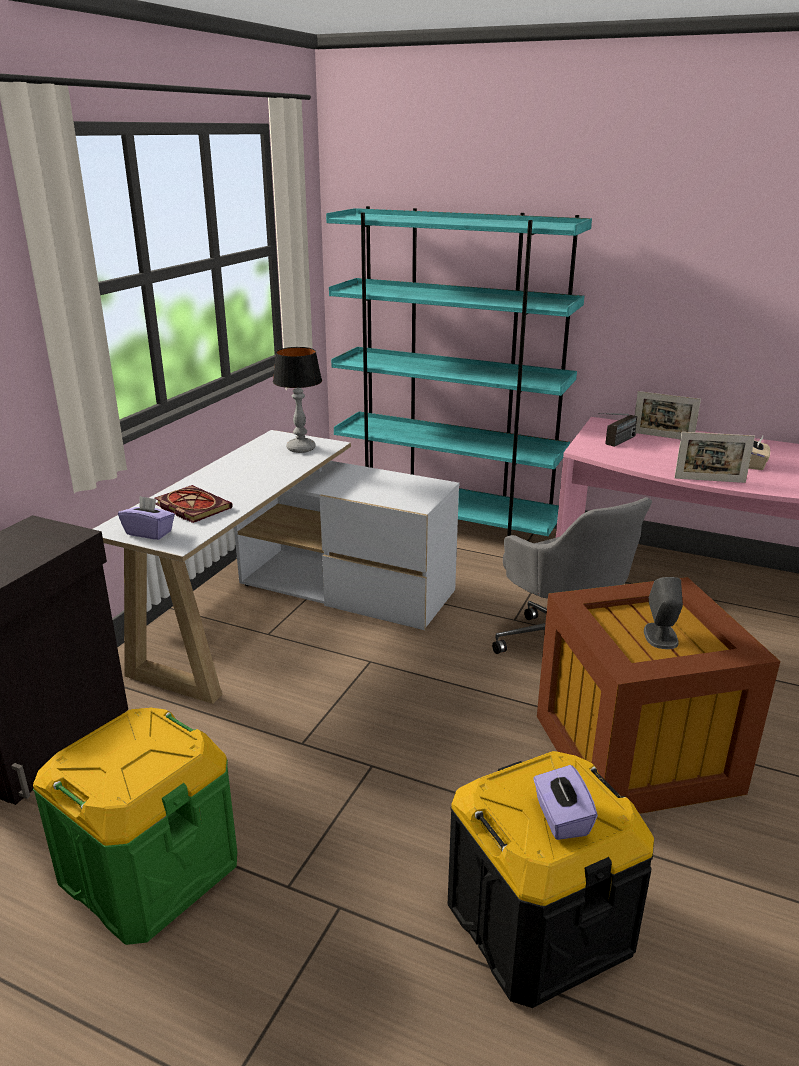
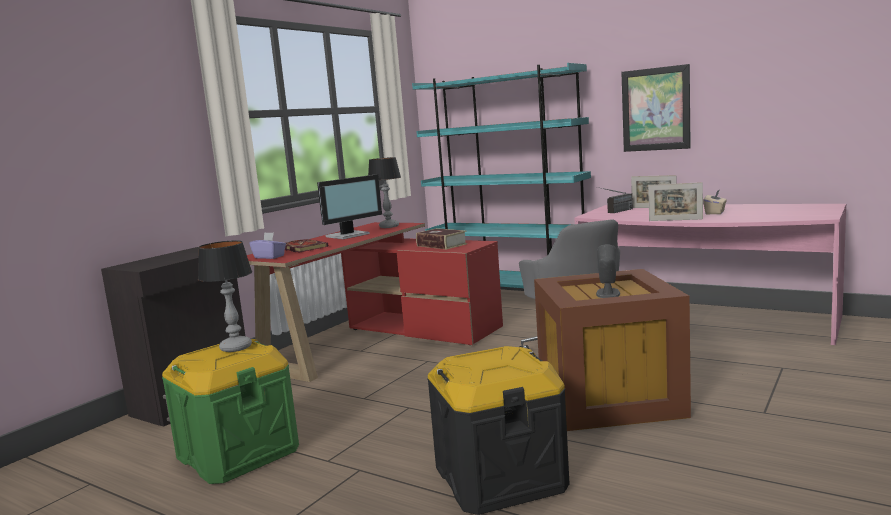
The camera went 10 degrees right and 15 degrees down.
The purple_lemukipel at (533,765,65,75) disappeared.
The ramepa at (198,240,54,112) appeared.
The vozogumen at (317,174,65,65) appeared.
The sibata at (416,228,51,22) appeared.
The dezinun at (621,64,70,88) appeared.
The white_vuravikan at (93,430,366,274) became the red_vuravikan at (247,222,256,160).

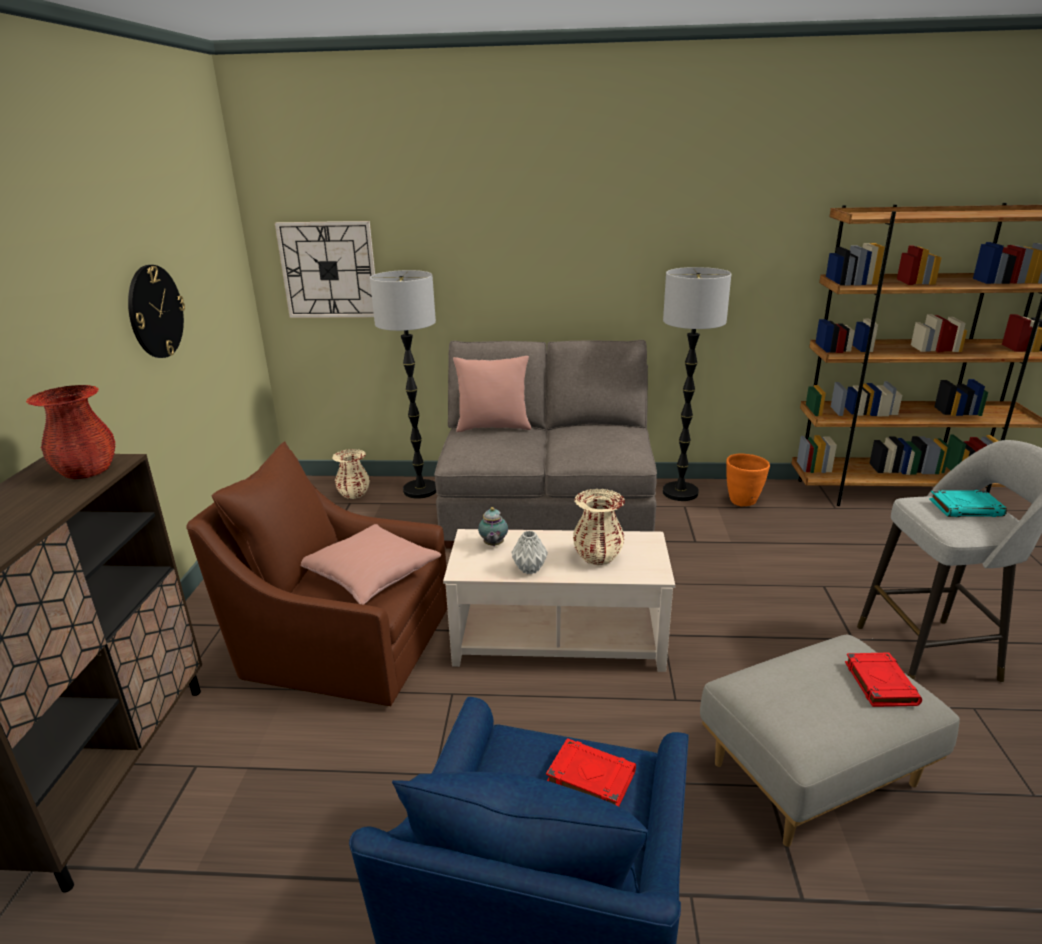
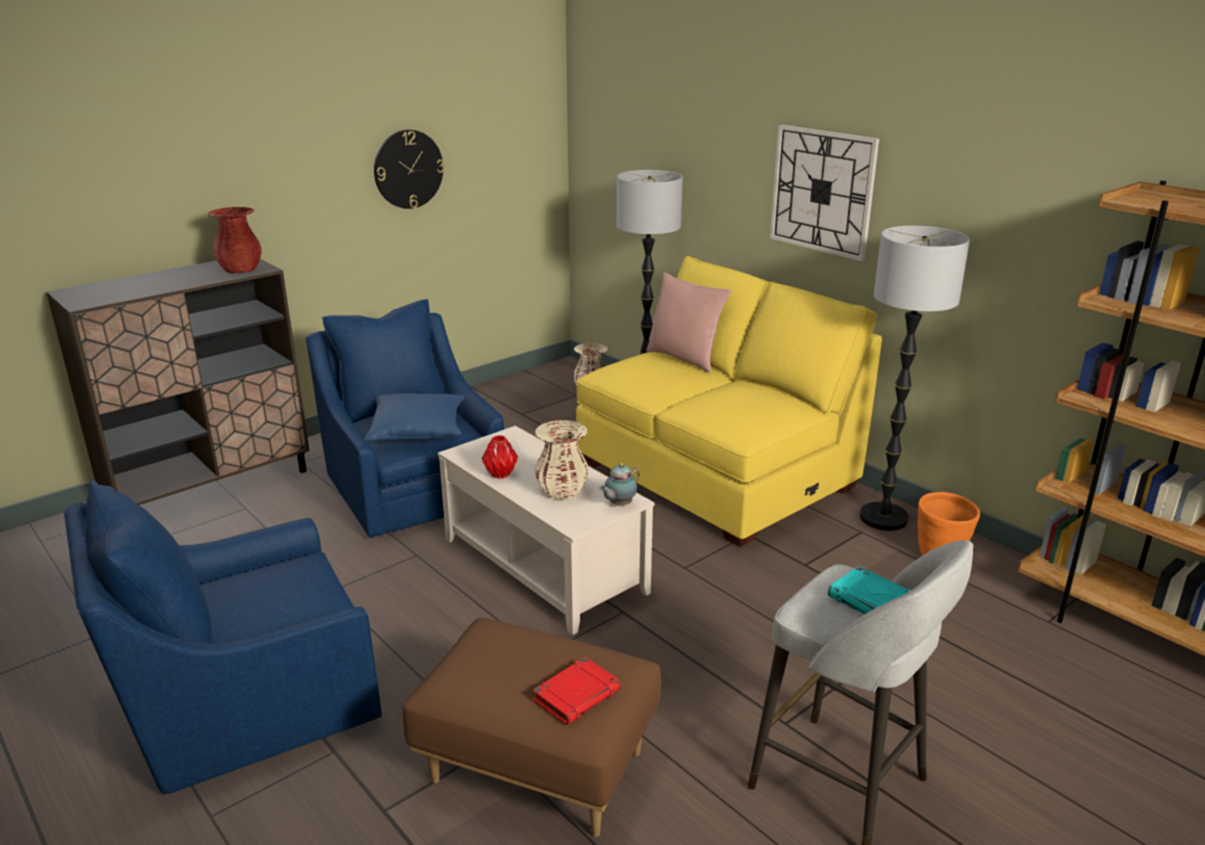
The camera went 45 degrees right and 0 degrees up.
The red_sibata at (546,738,90,69) disappeared.
The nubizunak moved from (275,221,100,97) to (770,125,109,137).
The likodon moved from (478,507,30,39) to (599,463,41,43).
The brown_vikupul at (186,441,261,266) became the blue_vikupul at (305,299,199,239).
The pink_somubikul at (301,524,140,81) became the blue_somubikul at (364,393,101,48).
The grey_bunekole at (434,340,223,209) became the yellow_bunekole at (576,256,306,291).
The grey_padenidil at (511,530,37,44) became the red_padenidil at (482,435,36,44).
The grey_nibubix at (700,635,260,212) became the brown_nibubix at (403,618,258,219).

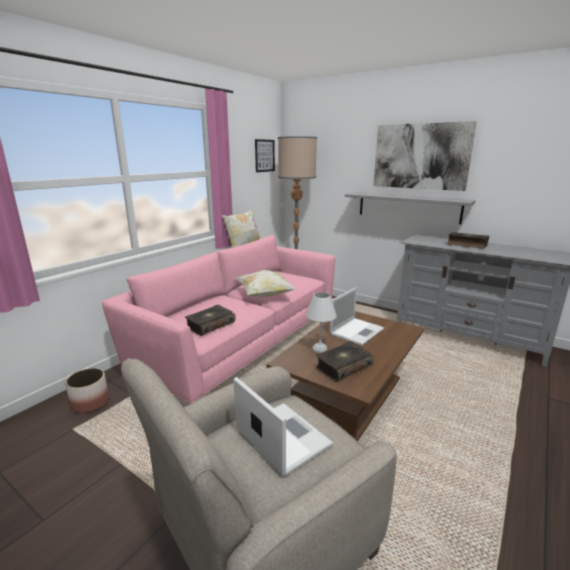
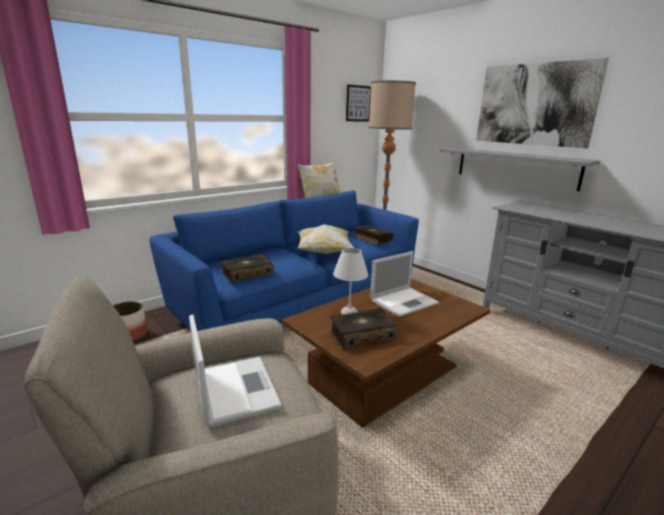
The camera went 15 degrees right and 0 degrees up.
The sibata moved from (447,232,42,17) to (354,225,39,20).
The pink_bunekole at (102,235,233,168) became the blue_bunekole at (149,191,270,140).

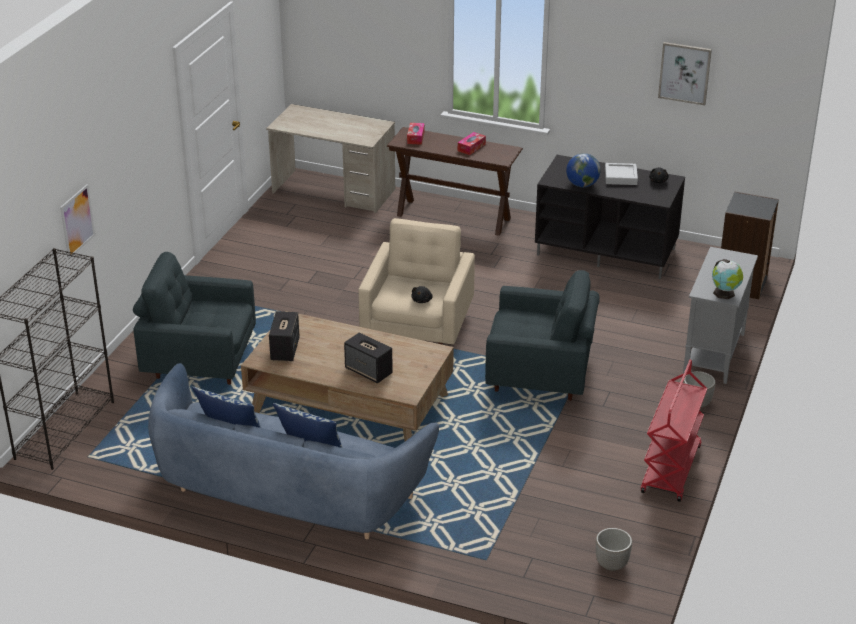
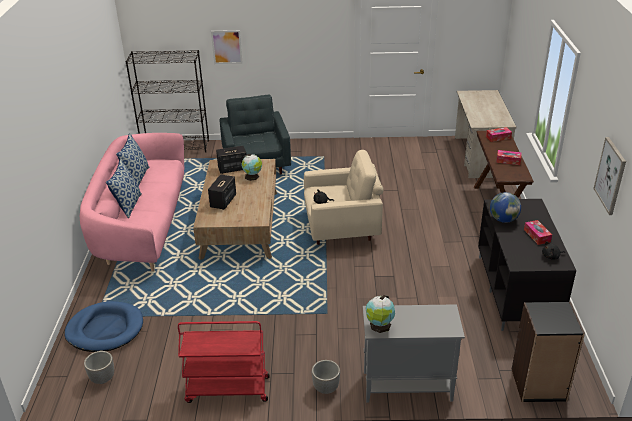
The camera went 70 degrees right and 0 degrees up.
The grey_vikupul at (485,270,115,131) disappeared.
The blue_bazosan at (65,301,78,51) appeared.
The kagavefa at (241,154,21,27) appeared.
The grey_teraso at (605,163,33,22) was replaced by the lemukipel at (524,220,28,25).
The blue_bunekole at (148,363,291,176) became the pink_bunekole at (80,133,104,138).

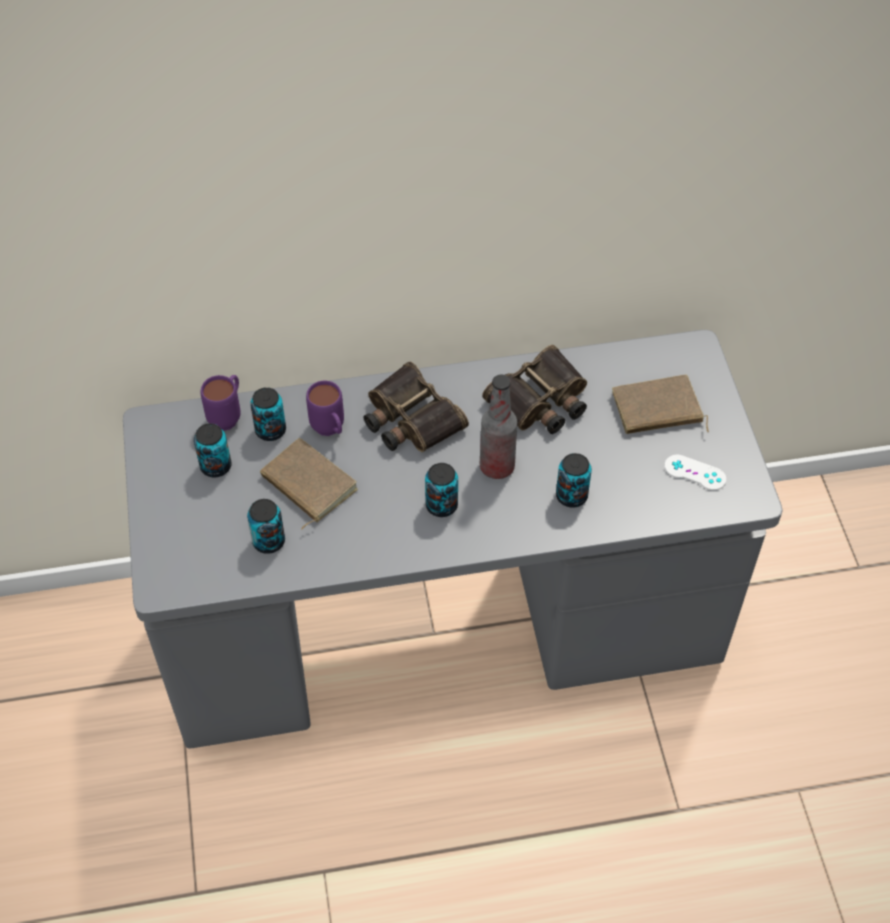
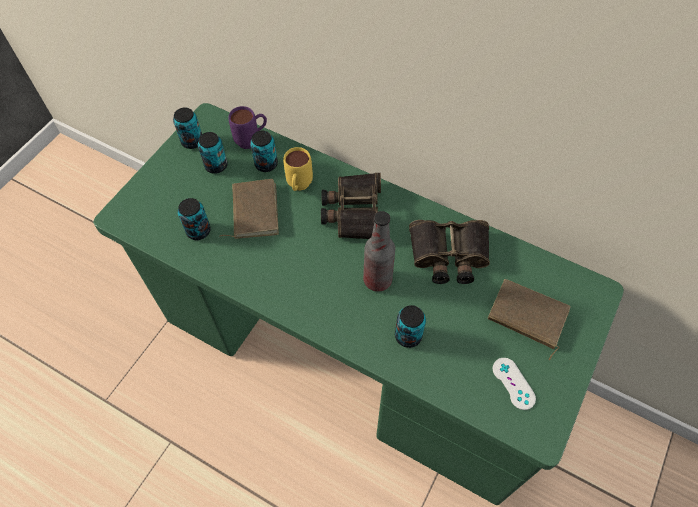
The camera went 40 degrees right and 5 degrees up.
The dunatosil moved from (425,463,33,54) to (173,107,29,42).
The grey_vuravikan at (123,330,660,418) became the green_vuravikan at (93,103,531,402).
The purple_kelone at (306,381,38,55) became the yellow_kelone at (283,147,30,44).

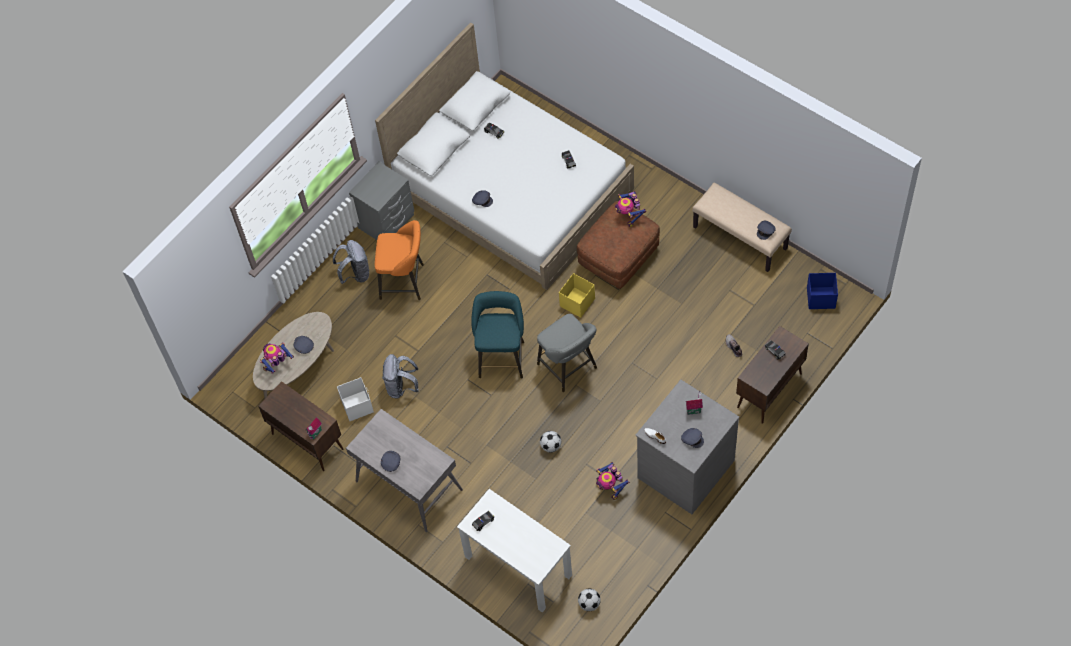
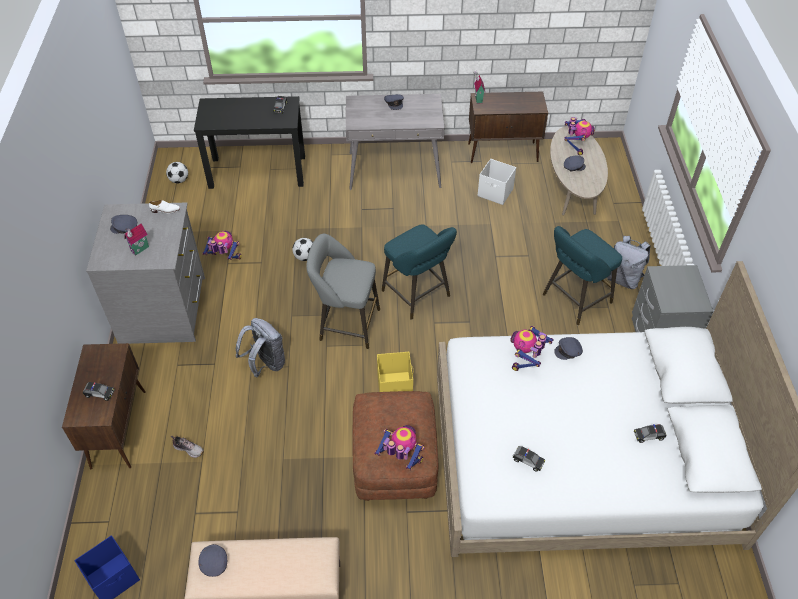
The camera went 135 degrees right and 10 degrees down.
The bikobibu at (510,326,44,45) appeared.
The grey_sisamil moved from (382,354,37,45) to (236,318,49,59).
The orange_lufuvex at (375,220,49,80) became the turquoise_lufuvex at (543,226,79,99).
The white_vuravikan at (457,489,115,124) became the black_vuravikan at (194,96,111,93).

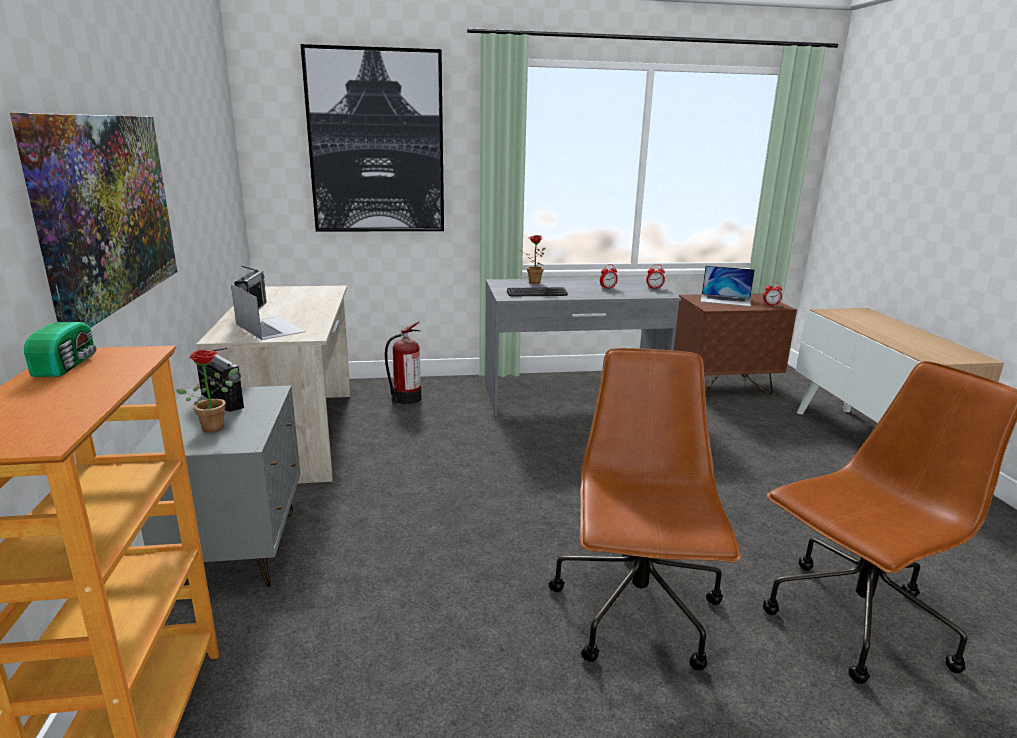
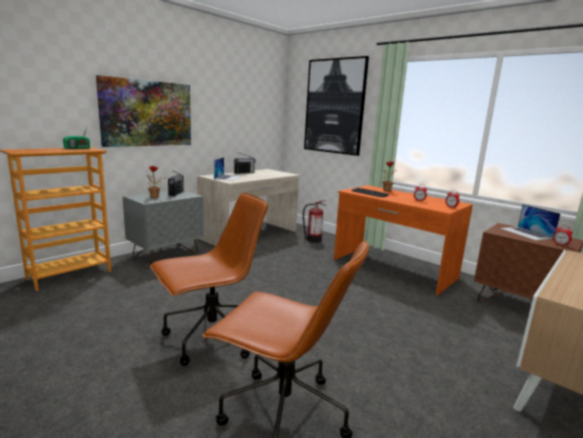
The camera went 50 degrees right and 5 degrees down.
The grey_vuravikan at (485,277,196,140) became the orange_vuravikan at (334,185,139,110).

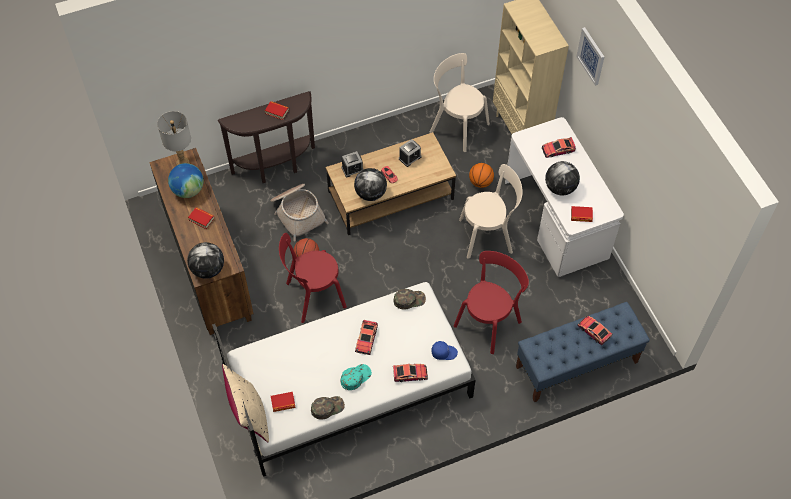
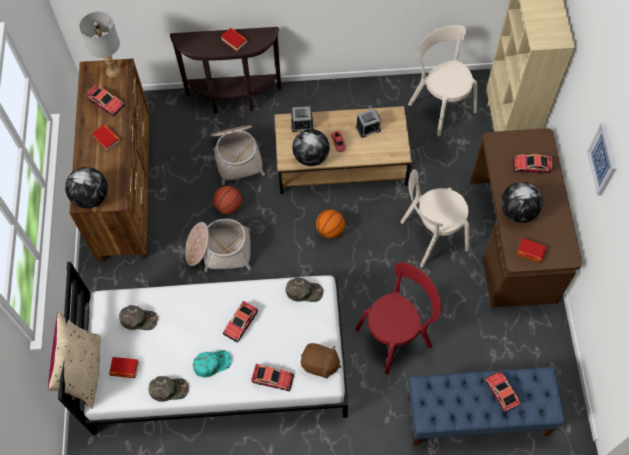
The camera went 20 degrees right and 5 degrees up.
The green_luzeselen at (119,305,39,25) appeared.
The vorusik moved from (469,163,25,25) to (316,209,29,30).
The dezinun moved from (576,27,28,59) to (587,123,30,72).
The kagavefa at (168,163,36,35) was replaced by the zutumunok at (86,85,39,32).
The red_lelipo at (279,233,68,90) was replaced by the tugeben at (185,219,66,53).
The blue_luzeselen at (431,341,27,19) was replaced by the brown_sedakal at (301,343,40,35).
The white_vuravikan at (505,117,119,160) became the brown_vuravikan at (470,128,112,180).
The beige_lelipo at (459,164,64,95) turned 150 degrees clockwise.

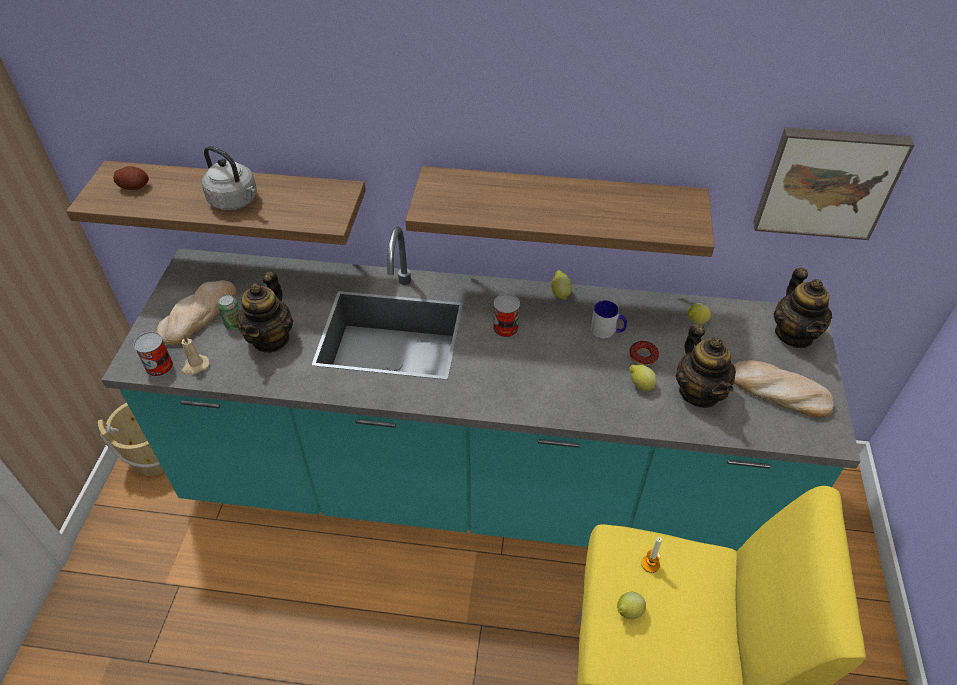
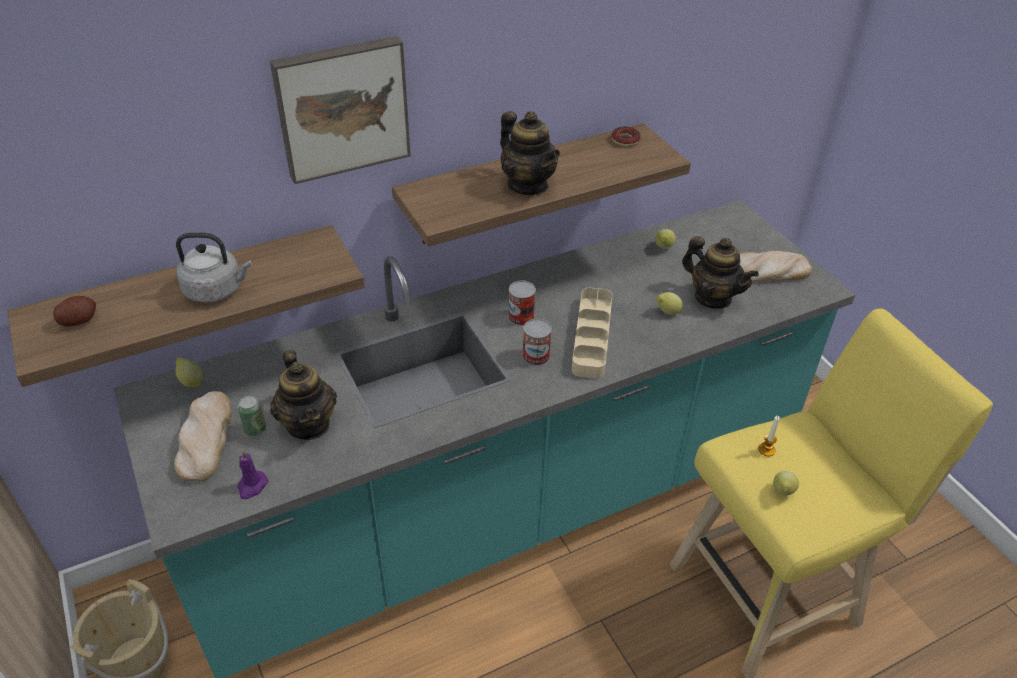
The camera went 35 degrees left and 5 degrees down.
The kelone at (591,300,36,39) disappeared.
The beige_teraso at (571,287,42,92) appeared.
The dunatosil moved from (134,332,39,45) to (522,319,30,47).
The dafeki moved from (551,270,21,30) to (175,357,28,30).
The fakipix moved from (629,341,30,25) to (612,127,29,20).
The dezinun moved from (753,127,161,113) to (270,36,141,148).
The likodon moved from (774,268,58,80) to (500,111,60,84).
The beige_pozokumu at (181,334,29,41) became the purple_pozokumu at (237,450,31,49).

